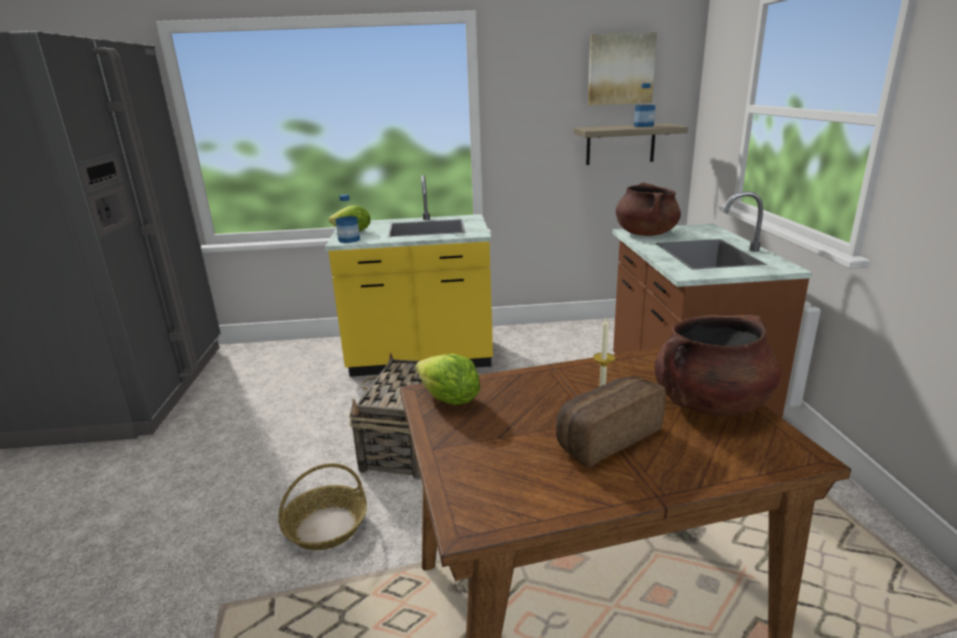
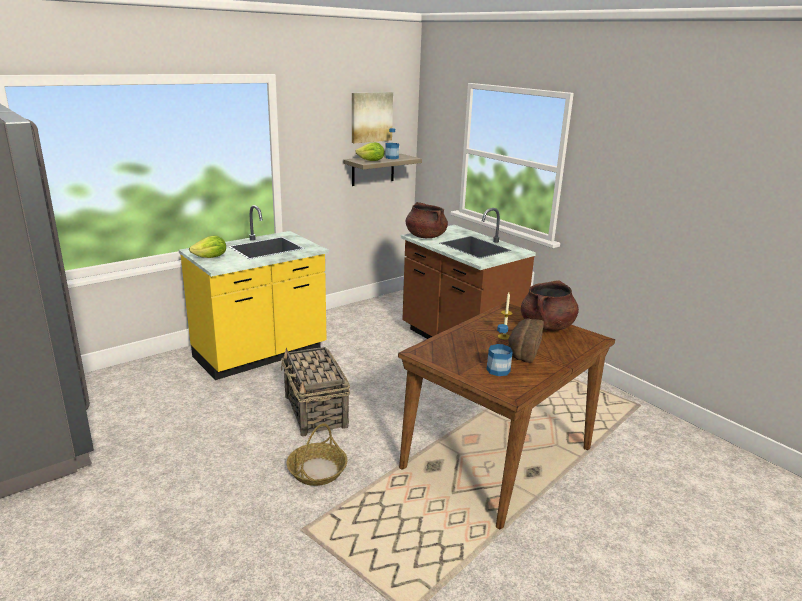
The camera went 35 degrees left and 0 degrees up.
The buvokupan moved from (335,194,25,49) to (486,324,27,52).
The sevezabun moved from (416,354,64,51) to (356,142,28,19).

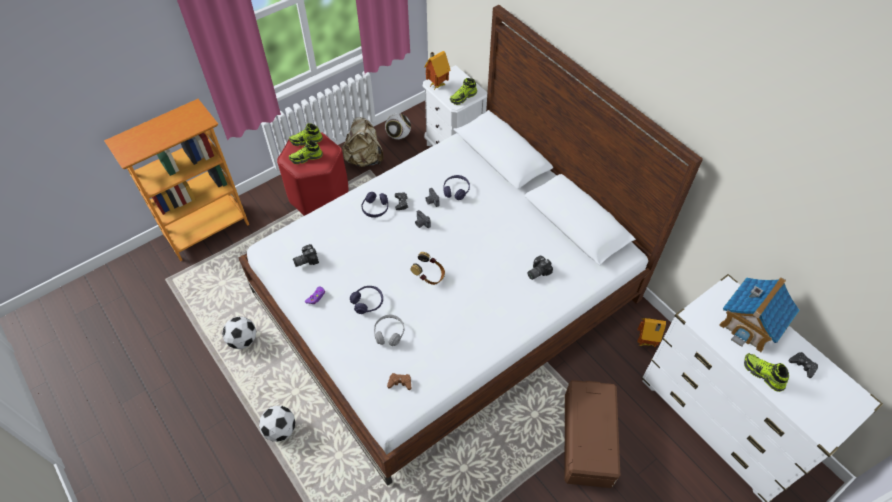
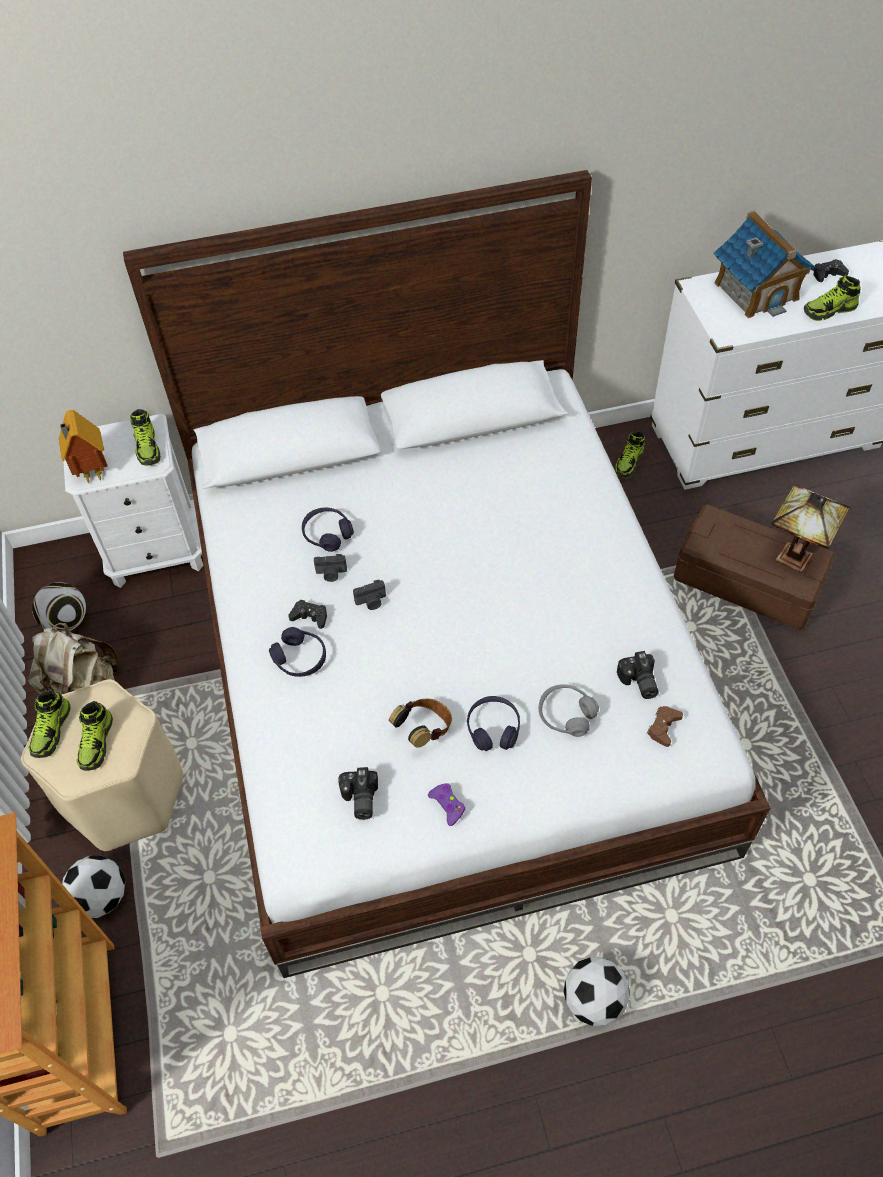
The camera went 65 degrees left and 0 degrees up.
The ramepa at (771,484,79,89) appeared.
The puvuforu moved from (222,317,34,32) to (62,856,63,62).
The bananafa moved from (410,252,35,33) to (389,699,63,49).
The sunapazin moved from (527,256,26,24) to (617,651,41,48).
The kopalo at (637,318,29,29) was replaced by the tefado at (615,431,30,47).
The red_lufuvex at (277,132,71,84) became the beige_lufuvex at (21,679,162,172).

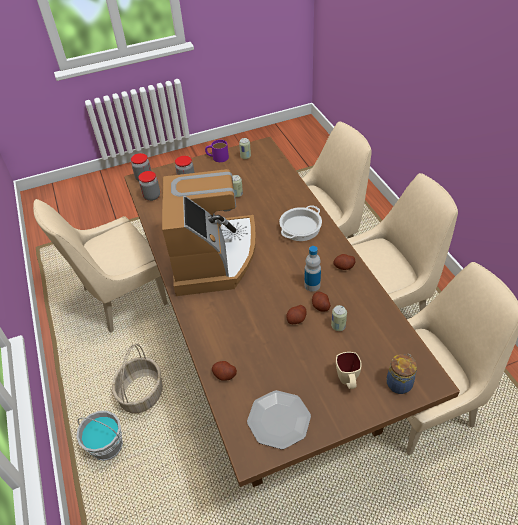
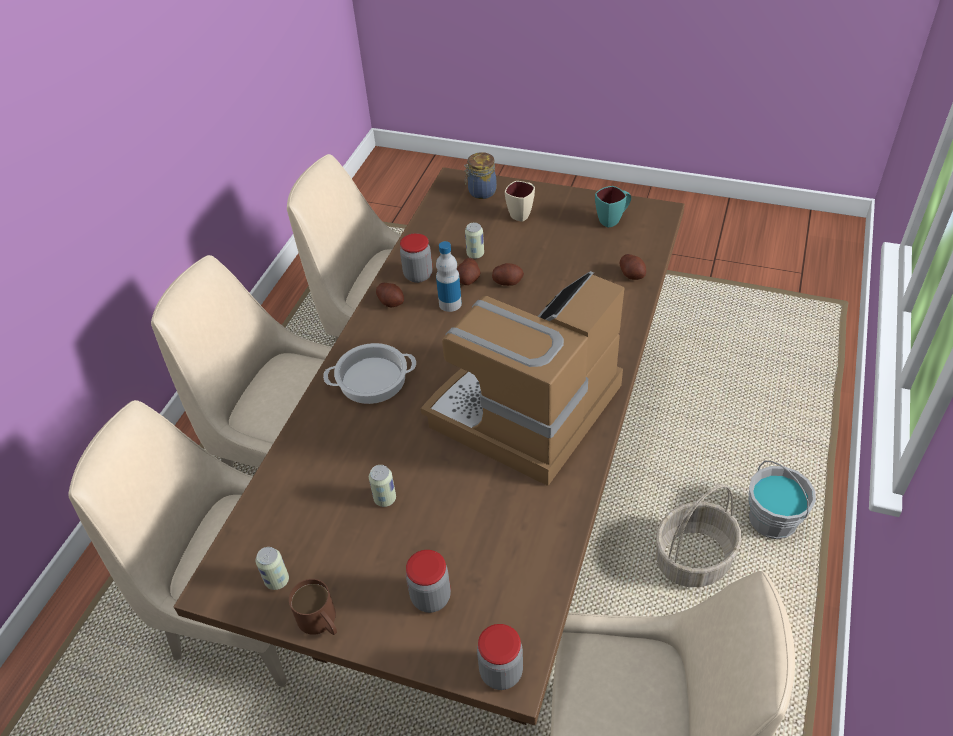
The camera went 140 degrees left and 0 degrees up.
The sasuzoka moved from (138,171,22,30) to (400,233,33,50).
The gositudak at (247,390,64,59) was replaced by the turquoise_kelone at (595,186,36,42).
The purple_kelone at (205,140,24,22) became the brown_kelone at (289,579,48,56).

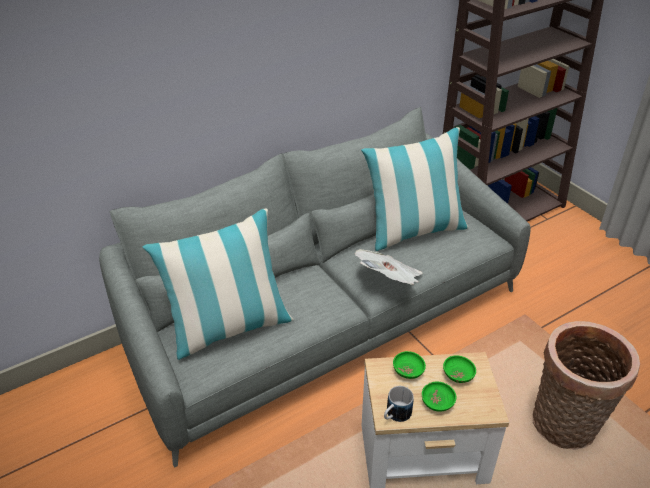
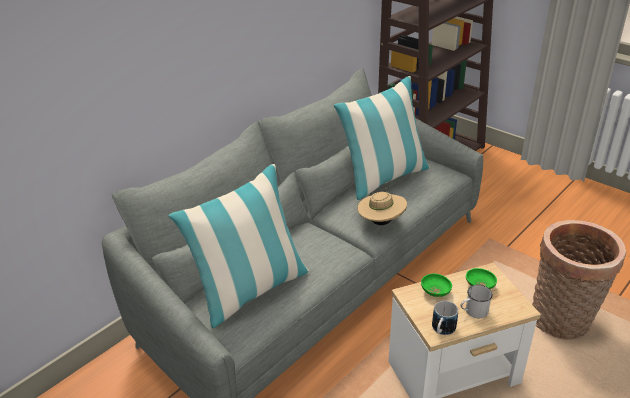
The camera went 15 degrees left and 5 degrees down.
The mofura at (355,249,68,36) was replaced by the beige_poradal at (357,187,50,38).
The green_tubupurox at (422,382,34,30) was replaced by the white_kelone at (461,285,32,33).

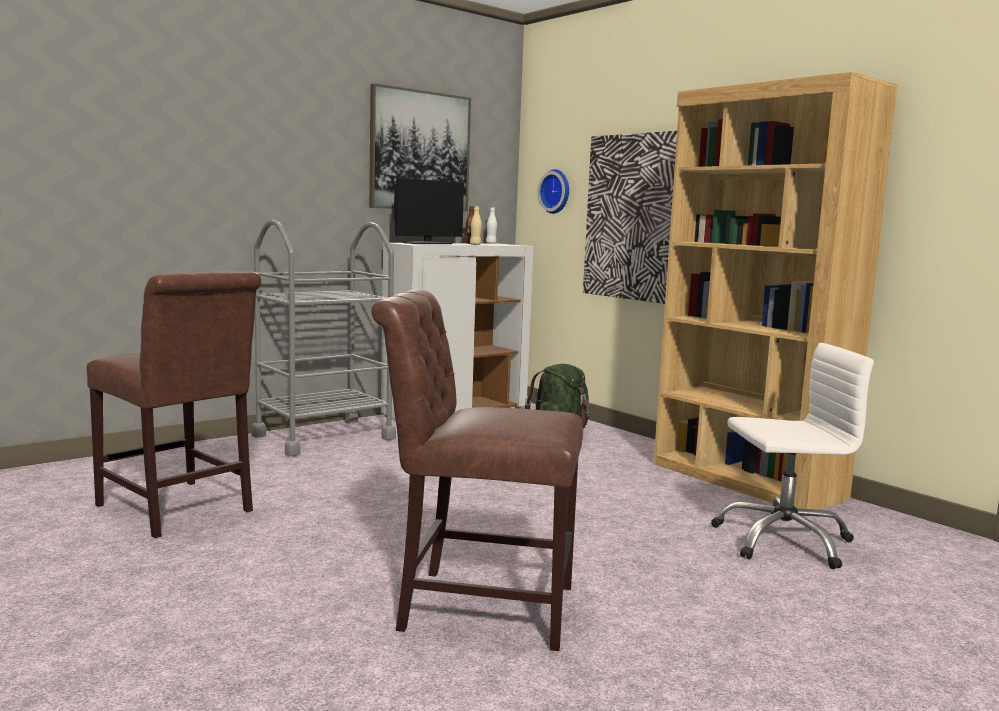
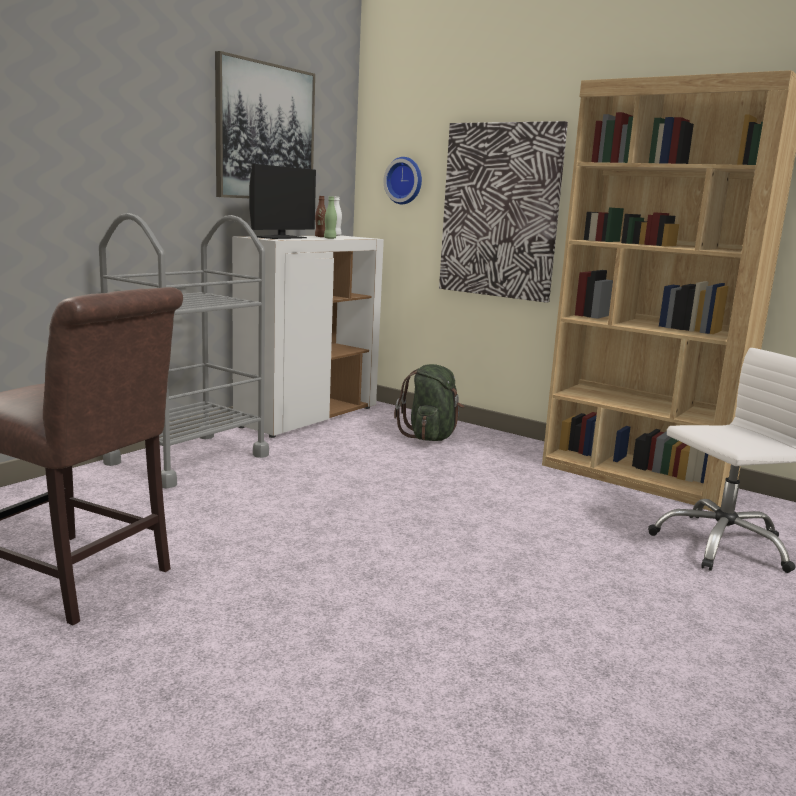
The camera went 15 degrees left and 5 degrees up.
The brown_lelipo at (371,289,212,362) disappeared.
The beige_buvokupan at (470,206,12,39) became the green_buvokupan at (324,196,13,43).

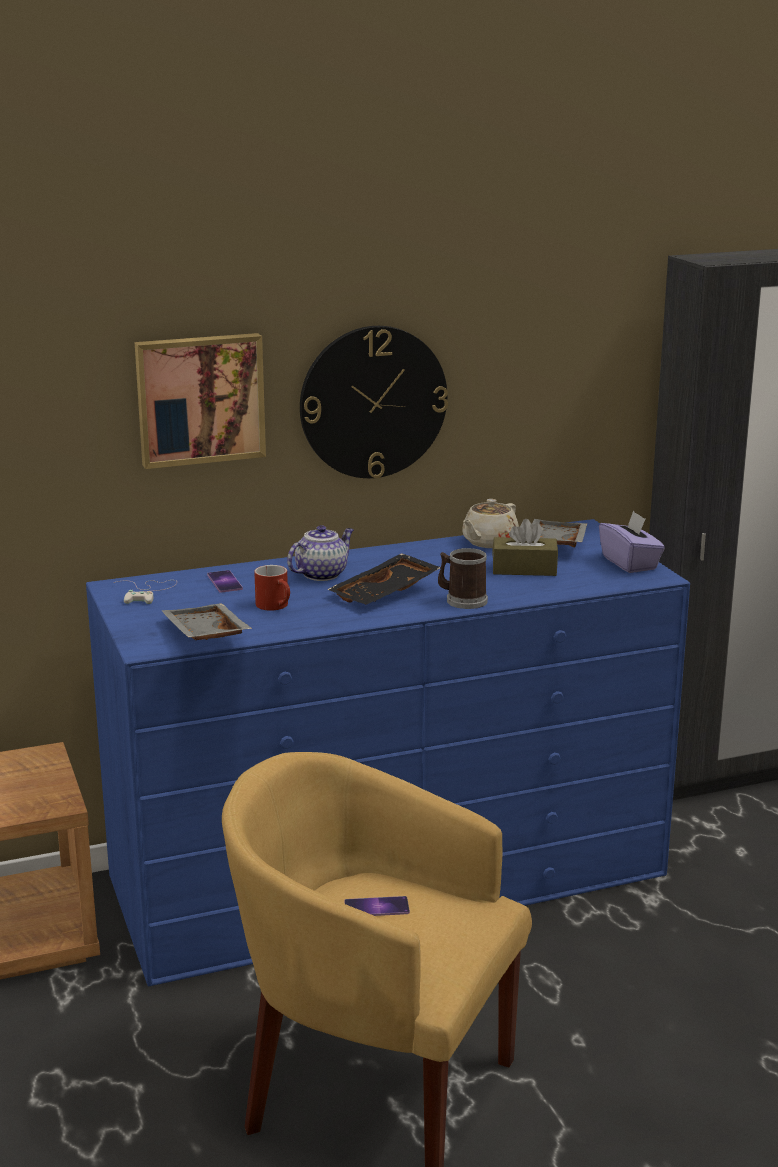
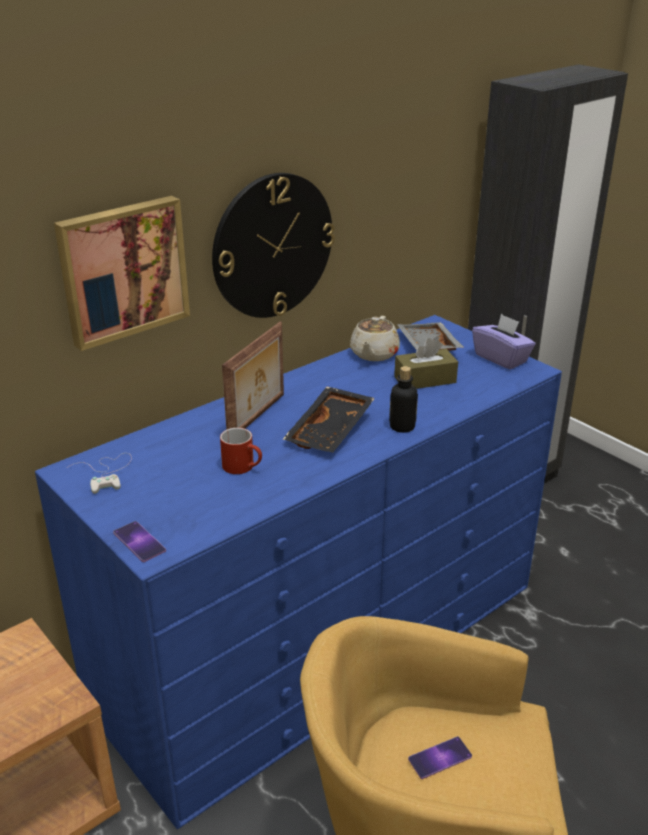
The camera went 20 degrees left and 10 degrees up.
The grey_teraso at (161,603,91,37) disappeared.
The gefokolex moved from (207,570,36,23) to (113,521,53,41).
The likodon at (287,525,67,56) was replaced by the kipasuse at (222,322,62,108).
The kelone at (438,548,50,61) was replaced by the buvokupan at (389,366,29,67).

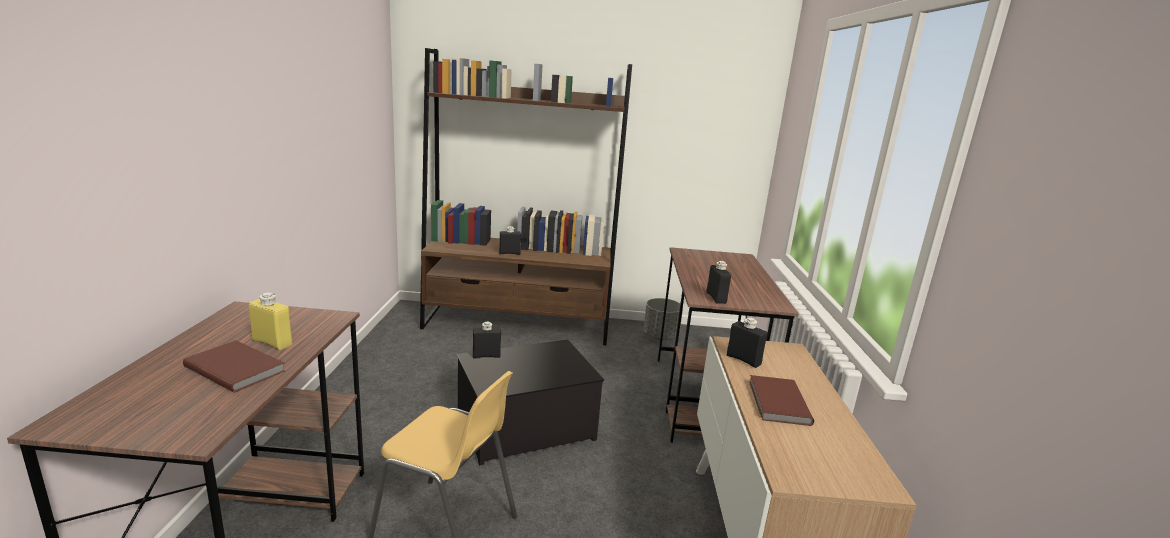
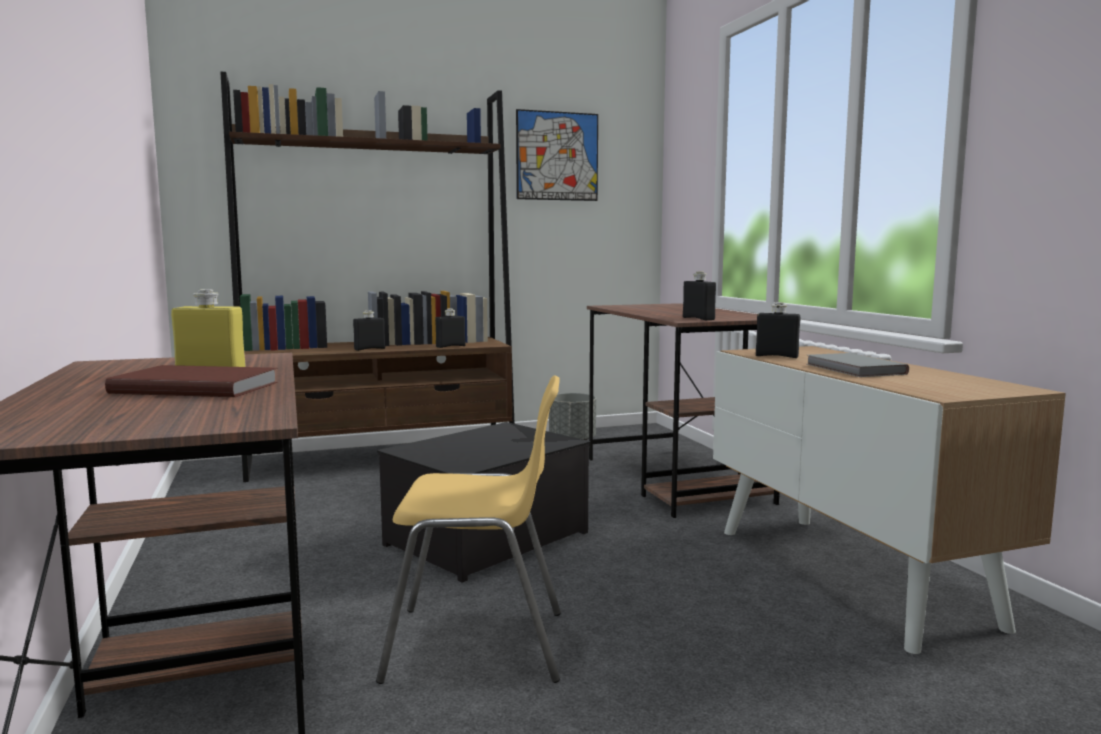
The camera went 20 degrees left and 10 degrees down.
The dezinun at (516,109,82,92) appeared.
The black_buvokupan moved from (473,322,28,36) to (435,309,30,39).
The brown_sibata at (749,375,65,51) became the grey_sibata at (807,353,102,24).

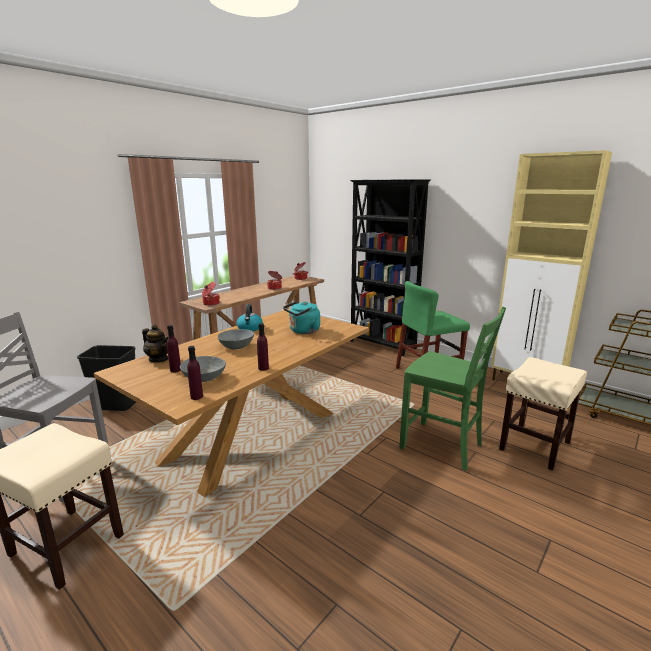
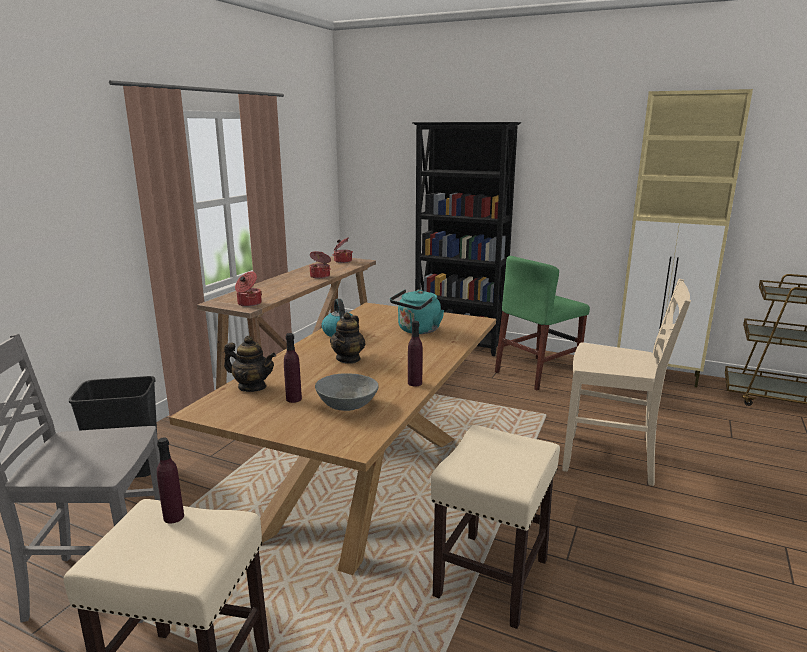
The camera went 15 degrees left and 0 degrees up.
The purple_buvokupan moved from (187,346,16,54) to (157,438,27,86).
The beige_lufuvex moved from (499,357,88,114) to (431,425,129,204).
The grey_tubupurox at (217,329,37,21) was replaced by the likodon at (330,312,36,52).
The green_lelipo at (400,307,106,164) became the beige_lelipo at (562,279,129,207).

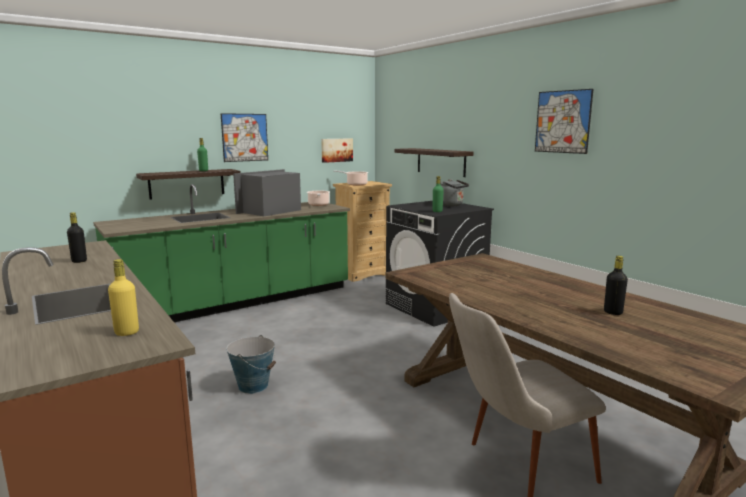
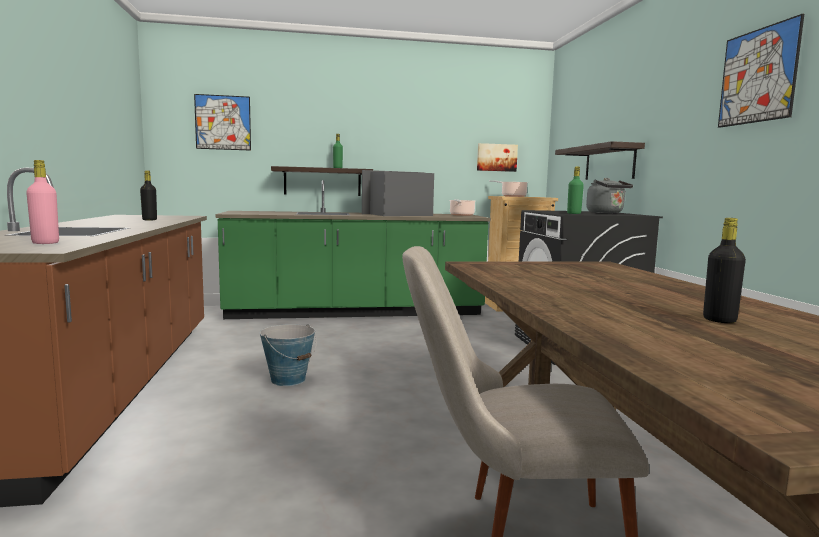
The camera went 25 degrees right and 5 degrees down.
The dezinun moved from (221,113,47,49) to (194,94,57,57).
The yellow_buvokupan at (108,259,31,77) became the pink_buvokupan at (26,160,33,84).

